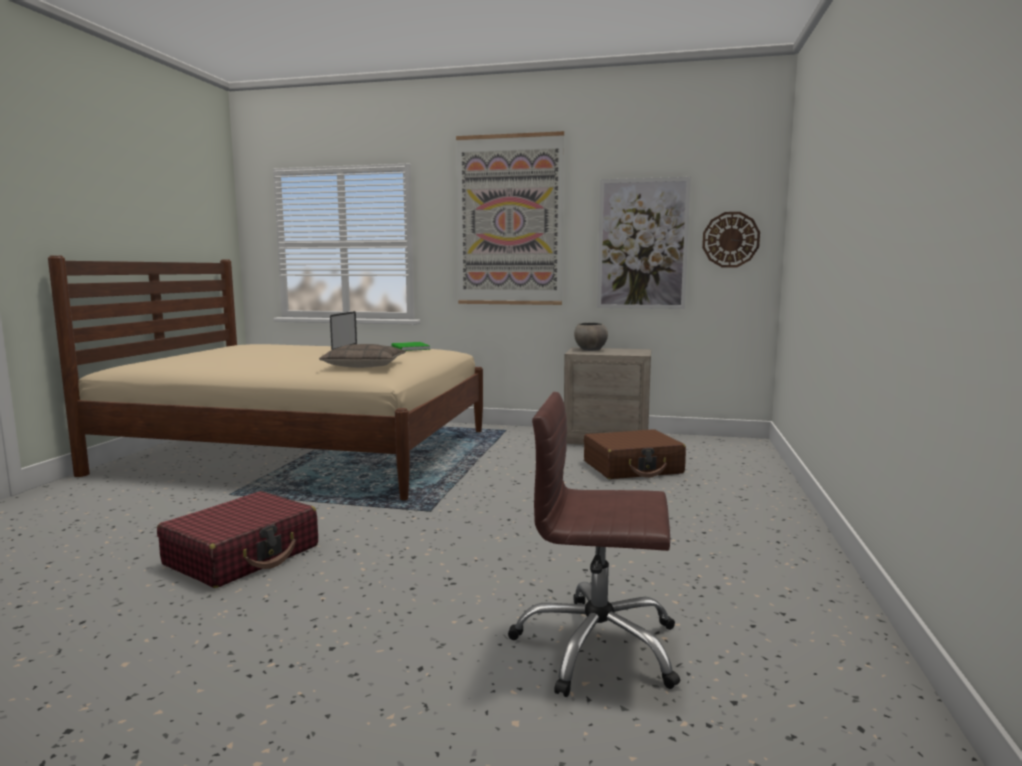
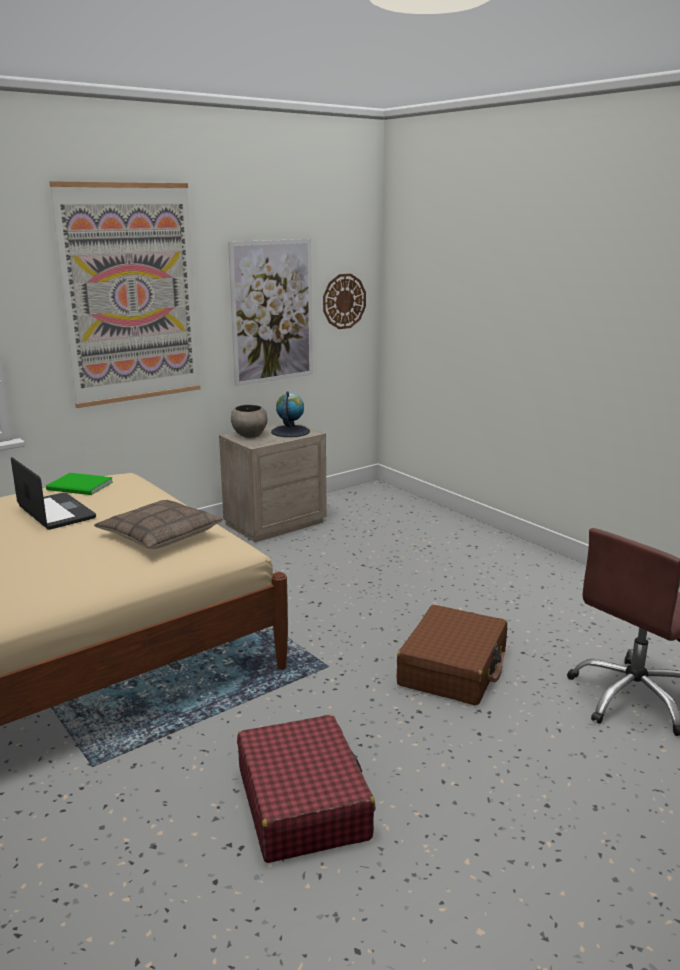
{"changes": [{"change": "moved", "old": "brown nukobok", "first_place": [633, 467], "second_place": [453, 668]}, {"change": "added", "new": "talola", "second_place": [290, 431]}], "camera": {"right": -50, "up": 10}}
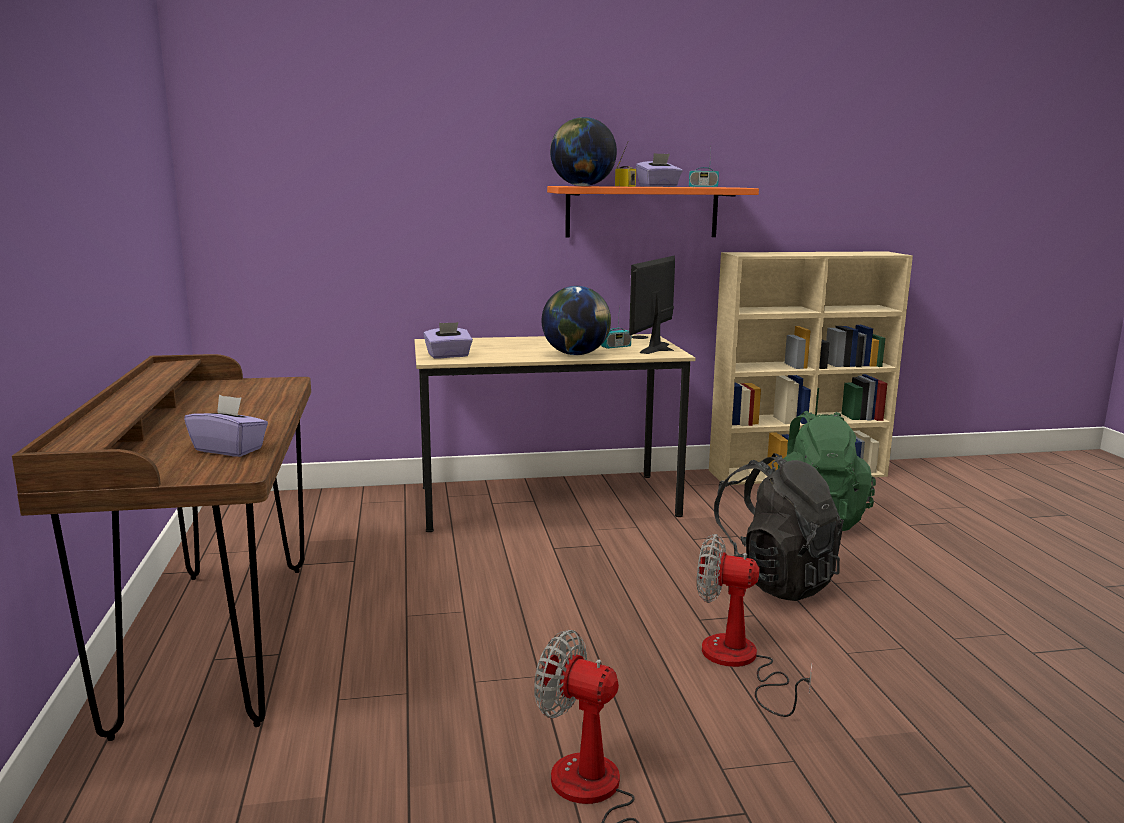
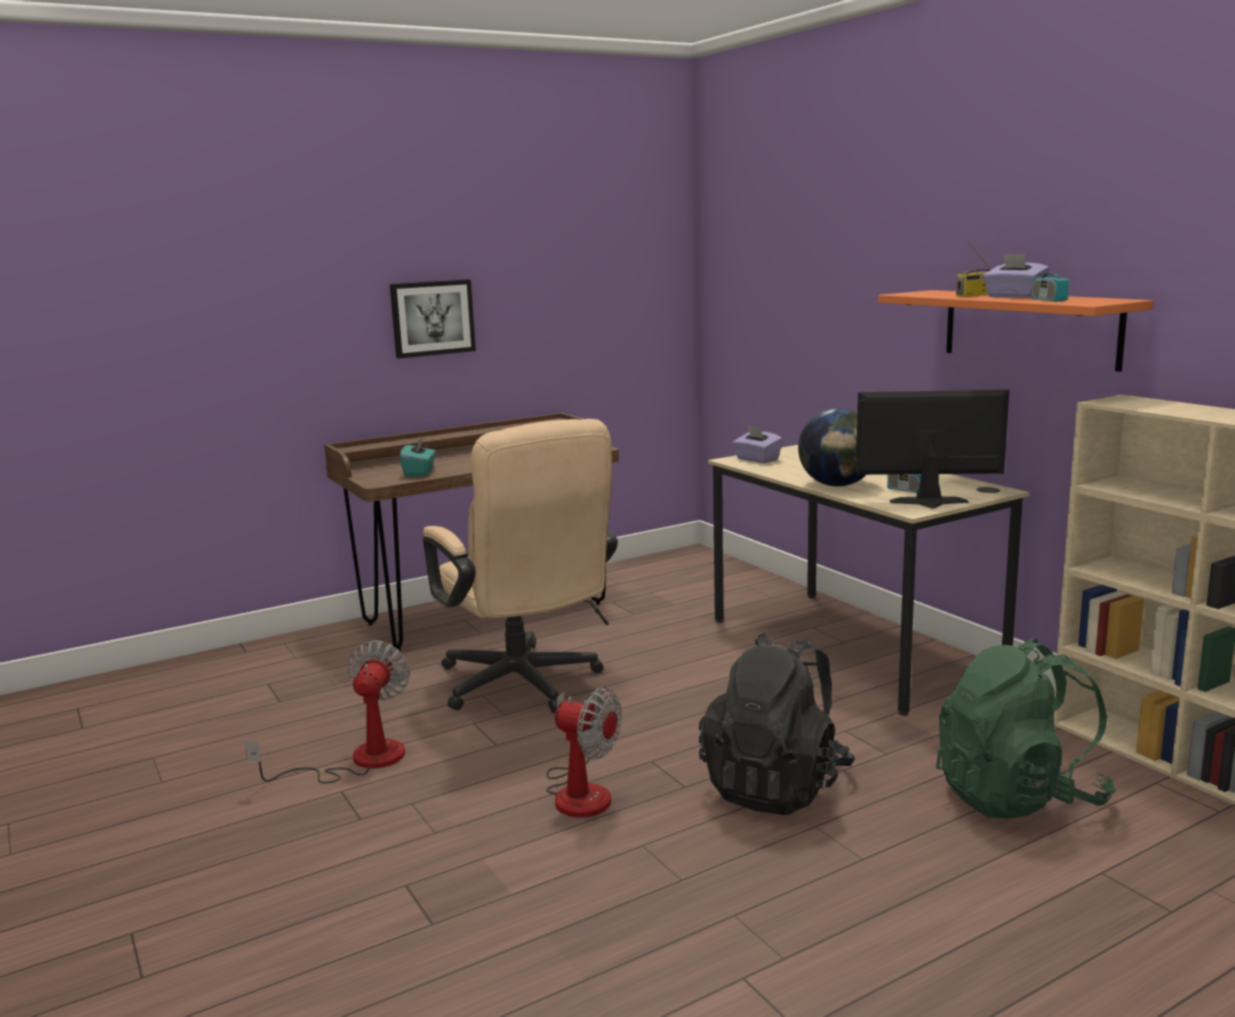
{"changes": [{"change": "removed", "old": "talola", "first_place": [582, 186]}, {"change": "recoloured", "old": "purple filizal", "new": "turquoise filizal", "first_place": [229, 449], "second_place": [419, 472]}, {"change": "turned", "old": "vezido", "first_place": [739, 663], "second_place": [580, 790], "degrees": 120}, {"change": "added", "new": "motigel", "second_place": [432, 318]}, {"change": "added", "new": "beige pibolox", "second_place": [525, 687]}], "camera": {"right": 70, "up": 0}}
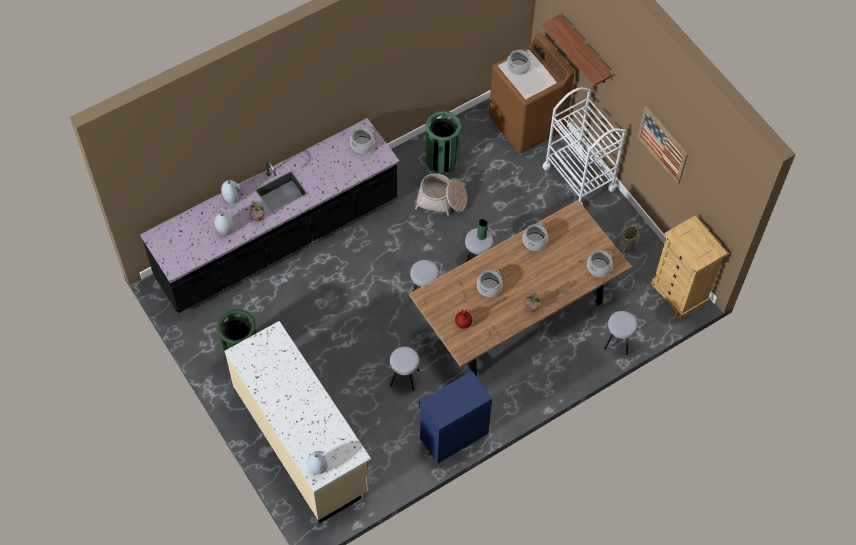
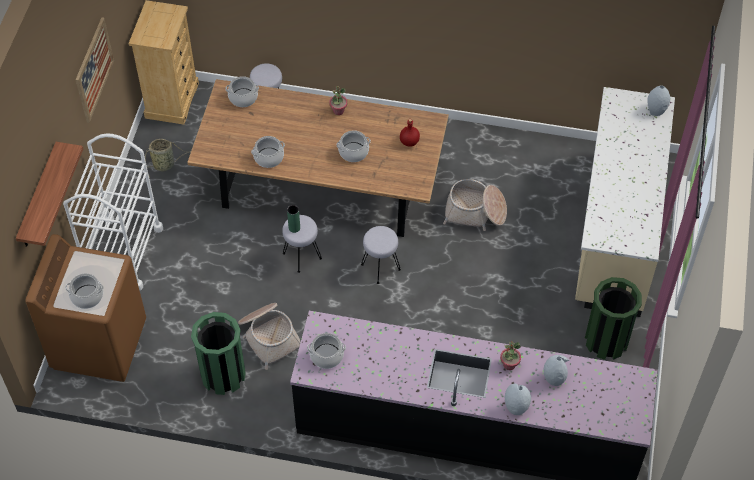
{"changes": [{"change": "replaced", "old": "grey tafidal", "new": "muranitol", "first_place": [404, 377], "second_place": [475, 212]}, {"change": "removed", "old": "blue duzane", "first_place": [453, 435]}], "camera": {"right": -135, "up": -5}}
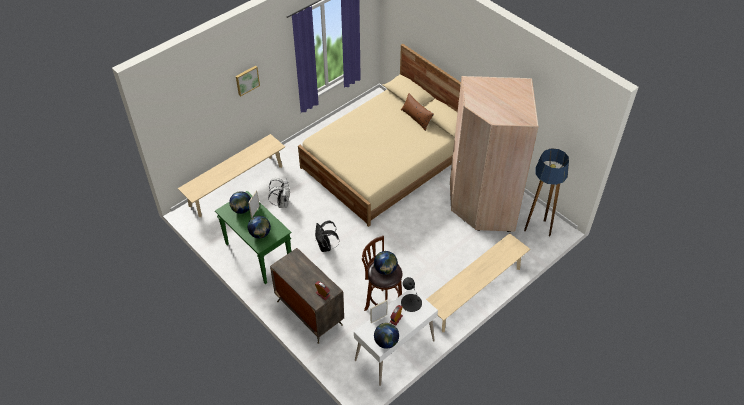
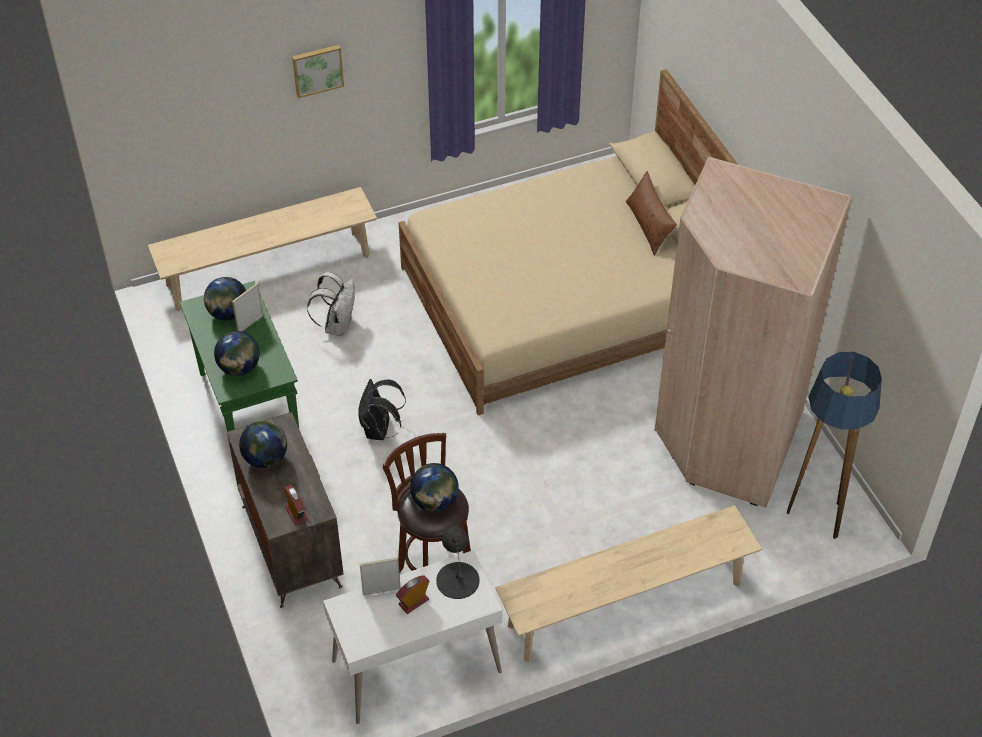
{"changes": [{"change": "moved", "old": "talola", "first_place": [386, 342], "second_place": [266, 458]}], "camera": {"right": 20, "up": 0}}
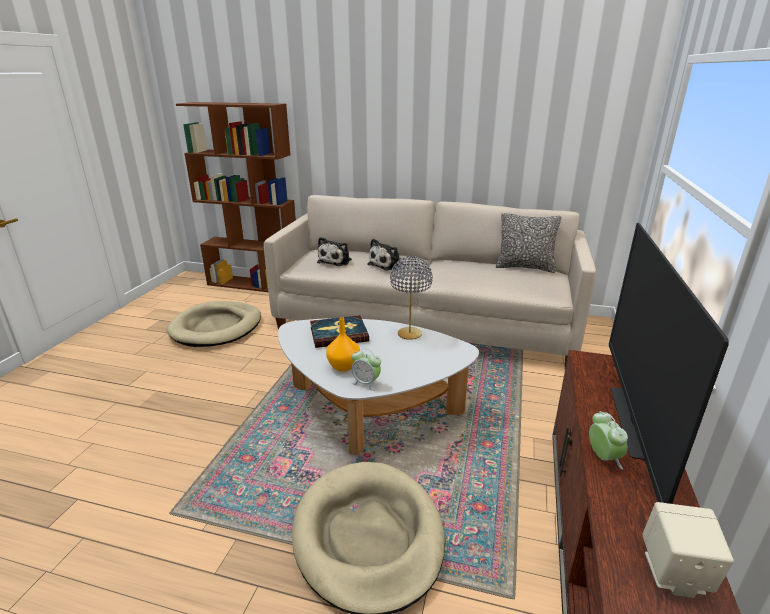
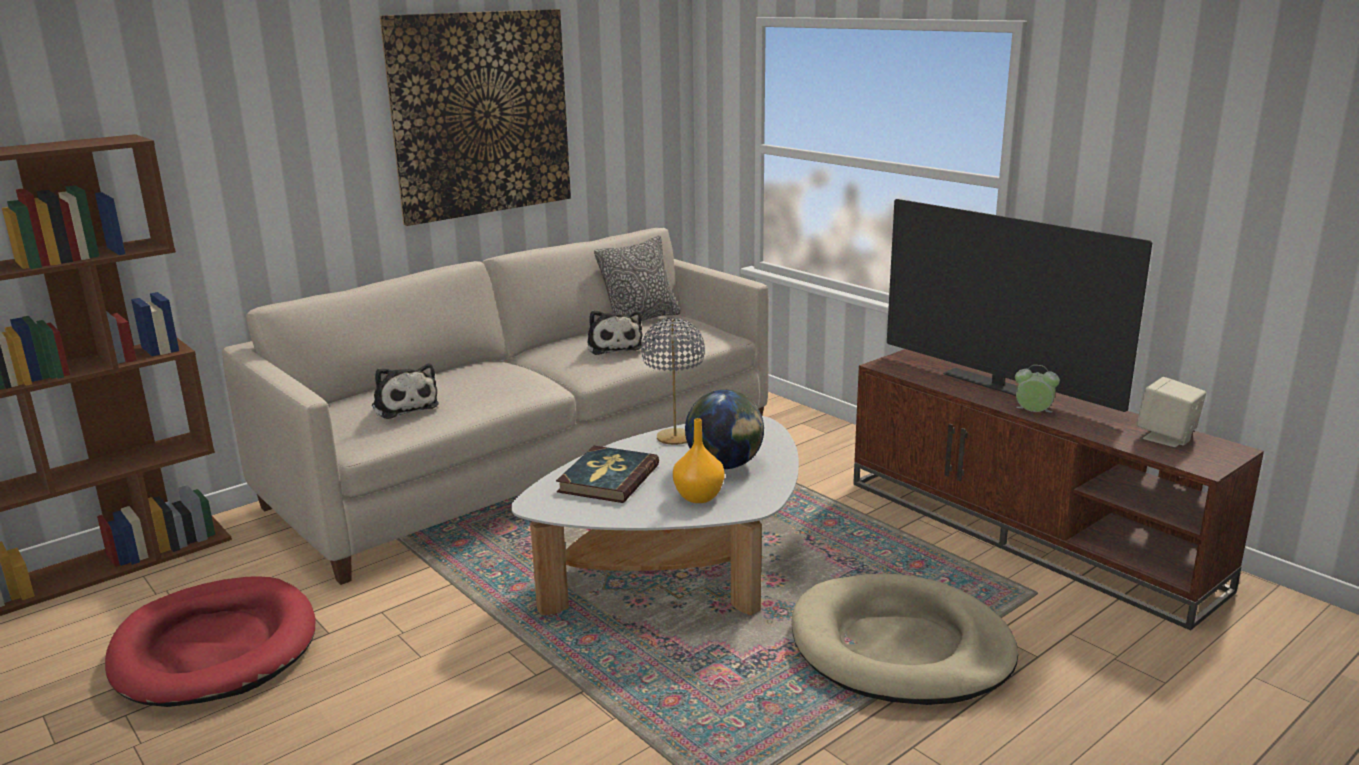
{"changes": [{"change": "moved", "old": "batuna", "first_place": [387, 265], "second_place": [614, 346]}, {"change": "recoloured", "old": "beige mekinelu", "new": "red mekinelu", "first_place": [216, 327], "second_place": [215, 648]}, {"change": "removed", "old": "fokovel", "first_place": [366, 383]}, {"change": "added", "new": "motigel", "second_place": [481, 114]}, {"change": "added", "new": "talola", "second_place": [724, 466]}], "camera": {"right": -55, "up": -5}}
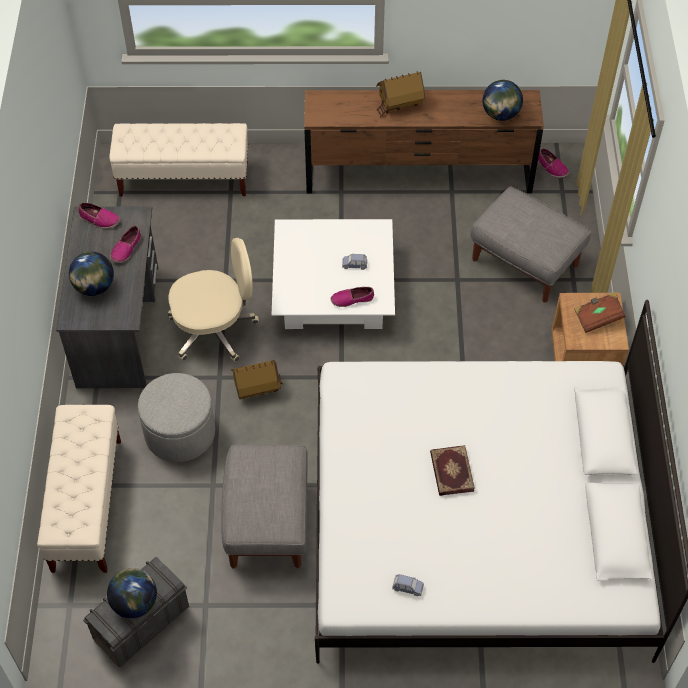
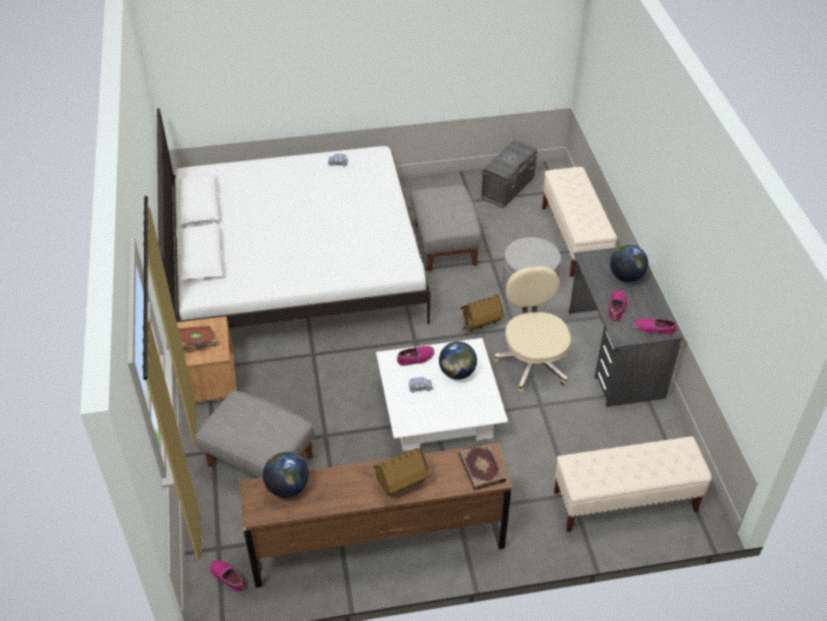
{"changes": [{"change": "turned", "old": "beige pibolox", "first_place": [215, 329], "second_place": [532, 362], "degrees": 105}, {"change": "moved", "old": "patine", "first_place": [451, 472], "second_place": [482, 467]}, {"change": "moved", "old": "talola", "first_place": [135, 602], "second_place": [457, 373]}], "camera": {"right": 170, "up": -10}}
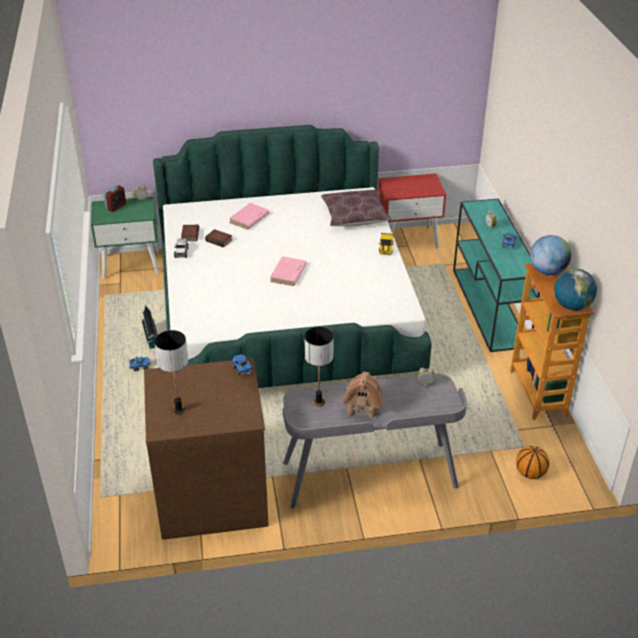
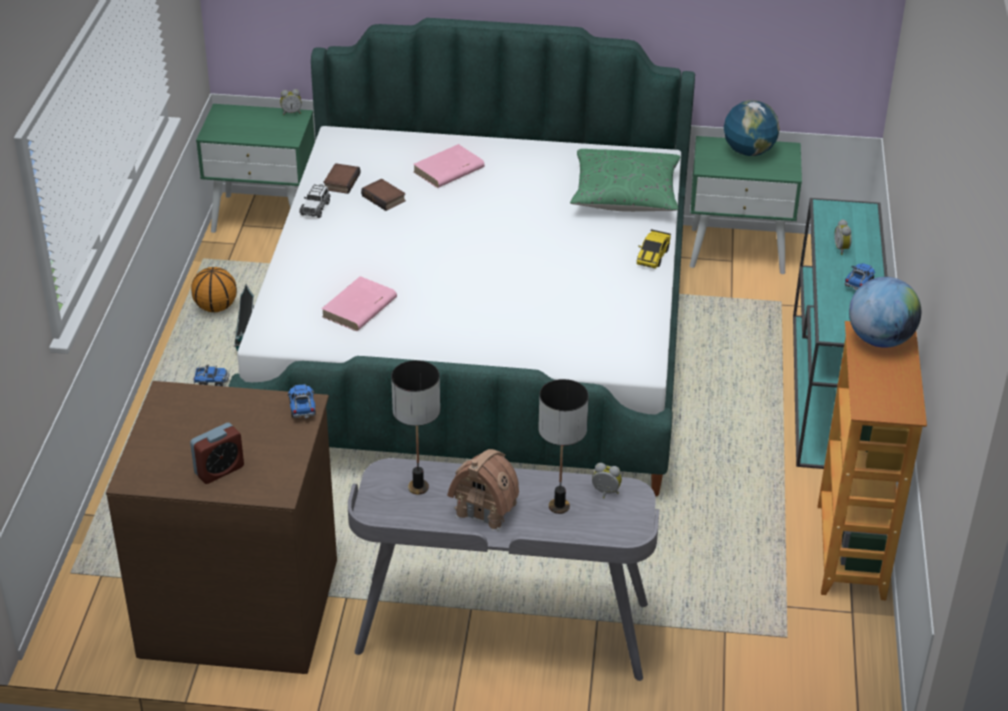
{"changes": [{"change": "recoloured", "old": "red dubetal", "new": "green dubetal", "first_place": [408, 239], "second_place": [738, 250]}, {"change": "moved", "old": "fokovel", "first_place": [116, 206], "second_place": [219, 470]}, {"change": "recoloured", "old": "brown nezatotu", "new": "green nezatotu", "first_place": [355, 216], "second_place": [625, 195]}, {"change": "moved", "old": "pink patine", "first_place": [288, 273], "second_place": [359, 308]}, {"change": "moved", "old": "talola", "first_place": [571, 306], "second_place": [748, 151]}, {"change": "moved", "old": "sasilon", "first_place": [178, 410], "second_place": [559, 507]}, {"change": "moved", "old": "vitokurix", "first_place": [530, 473], "second_place": [216, 307]}], "camera": {"right": 15, "up": 0}}
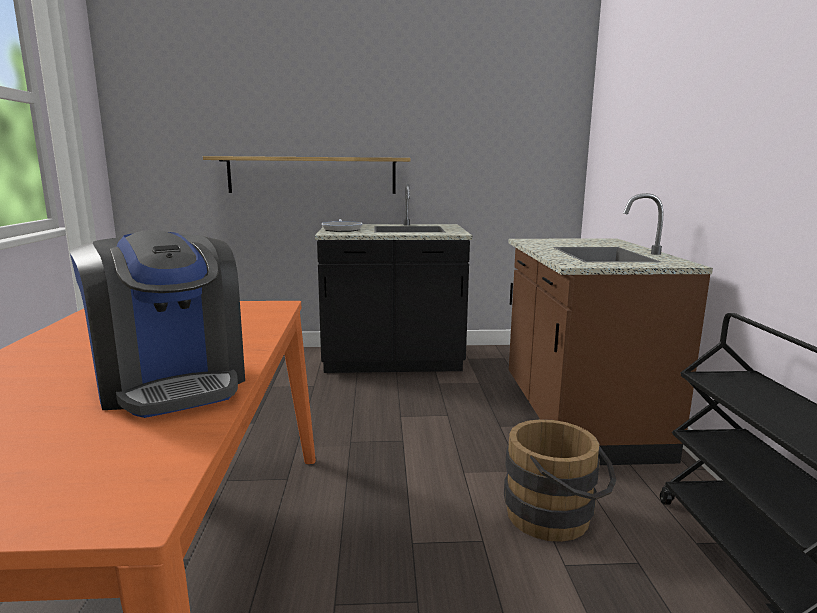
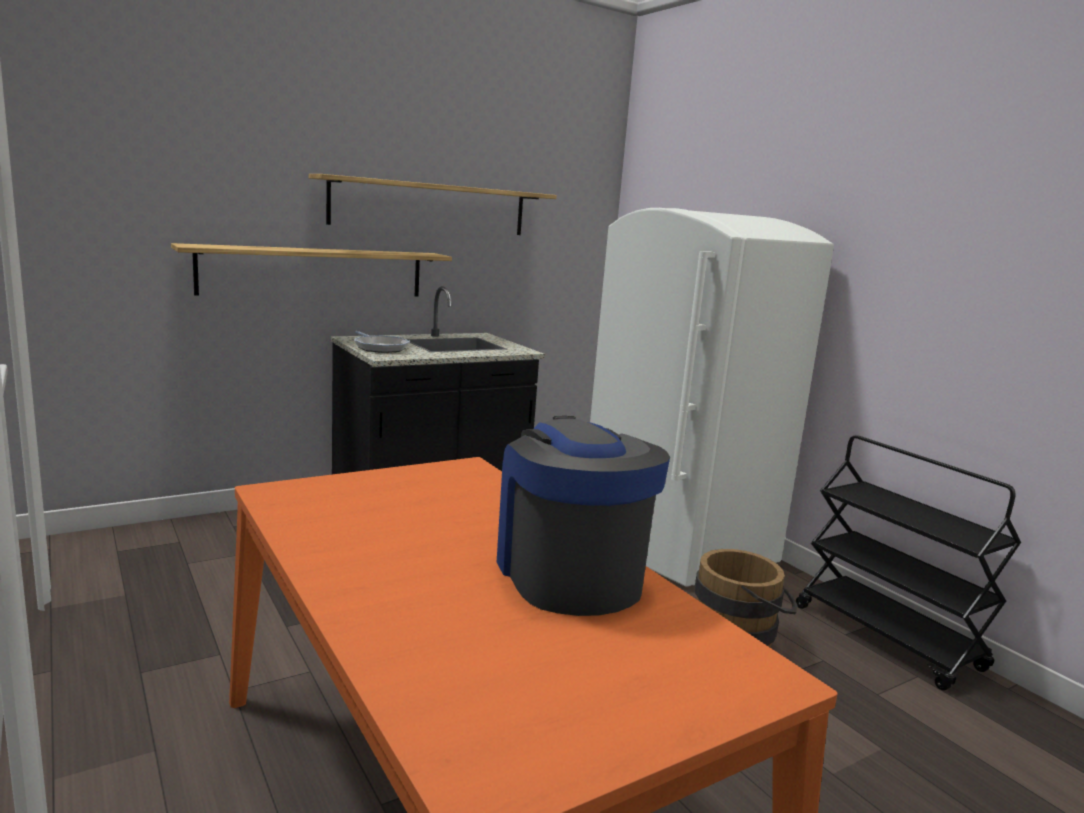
{"changes": [{"change": "replaced", "old": "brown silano", "new": "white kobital", "first_place": [578, 419], "second_place": [674, 544]}, {"change": "turned", "old": "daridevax", "first_place": [171, 382], "second_place": [568, 573], "degrees": -135}, {"change": "added", "new": "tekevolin", "second_place": [430, 207]}], "camera": {"right": -30, "up": 0}}
